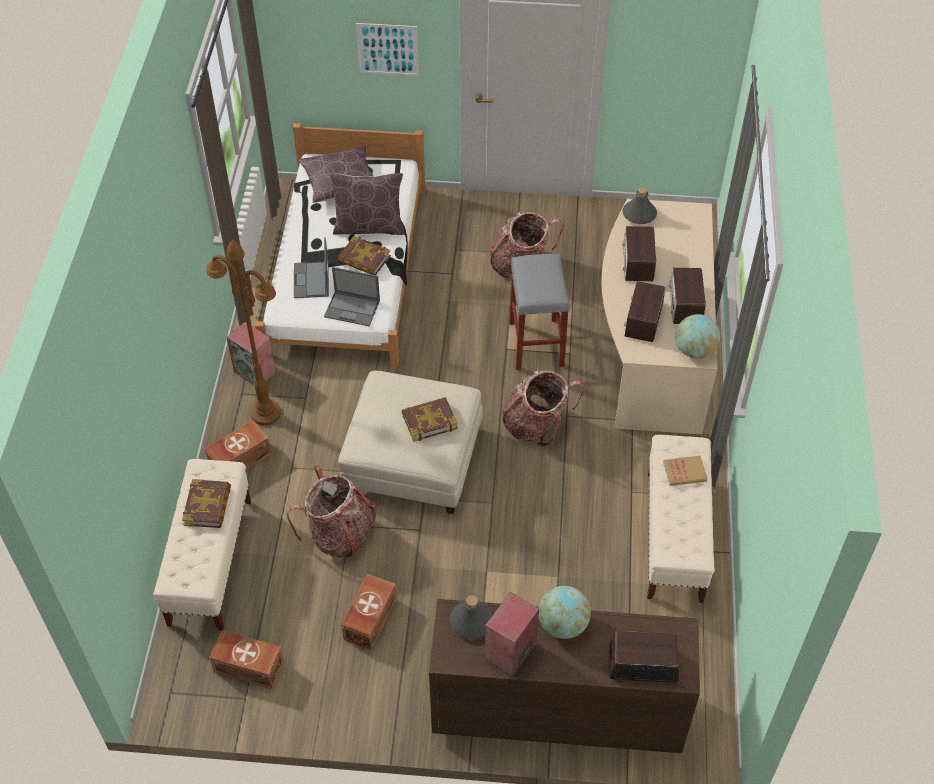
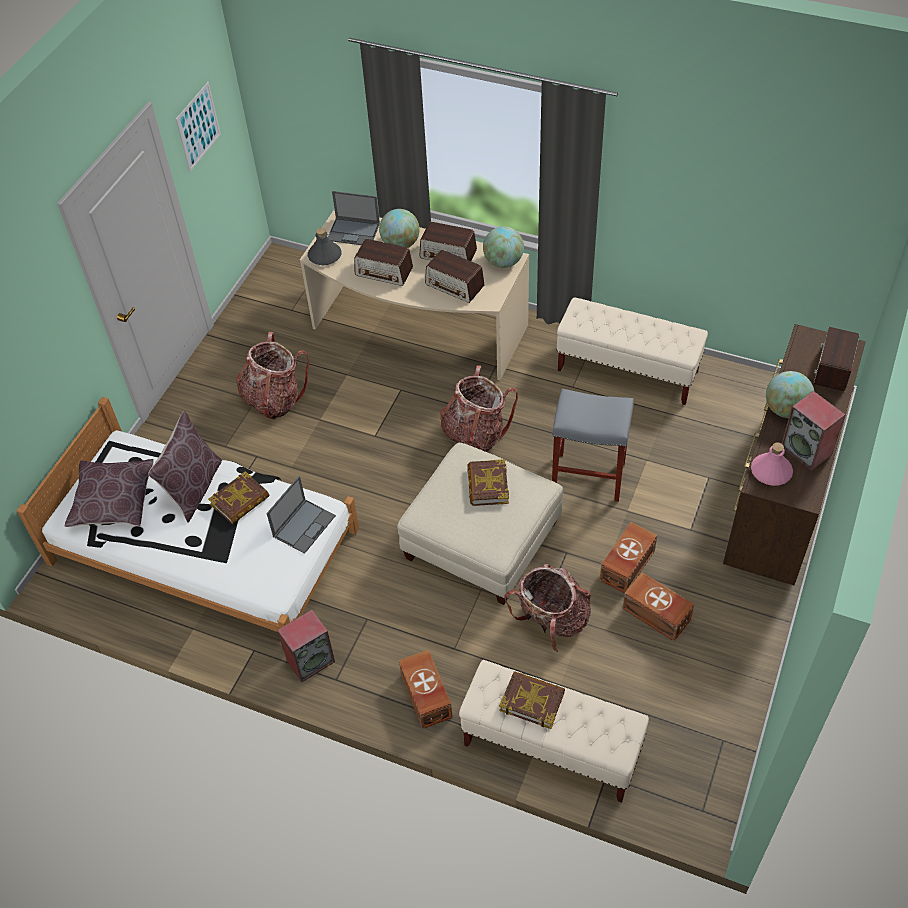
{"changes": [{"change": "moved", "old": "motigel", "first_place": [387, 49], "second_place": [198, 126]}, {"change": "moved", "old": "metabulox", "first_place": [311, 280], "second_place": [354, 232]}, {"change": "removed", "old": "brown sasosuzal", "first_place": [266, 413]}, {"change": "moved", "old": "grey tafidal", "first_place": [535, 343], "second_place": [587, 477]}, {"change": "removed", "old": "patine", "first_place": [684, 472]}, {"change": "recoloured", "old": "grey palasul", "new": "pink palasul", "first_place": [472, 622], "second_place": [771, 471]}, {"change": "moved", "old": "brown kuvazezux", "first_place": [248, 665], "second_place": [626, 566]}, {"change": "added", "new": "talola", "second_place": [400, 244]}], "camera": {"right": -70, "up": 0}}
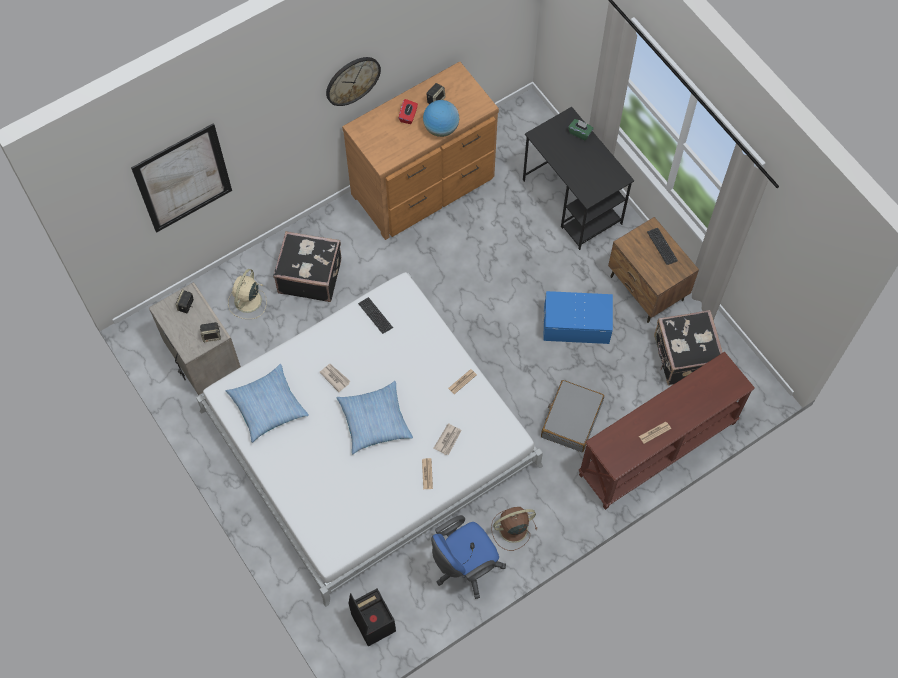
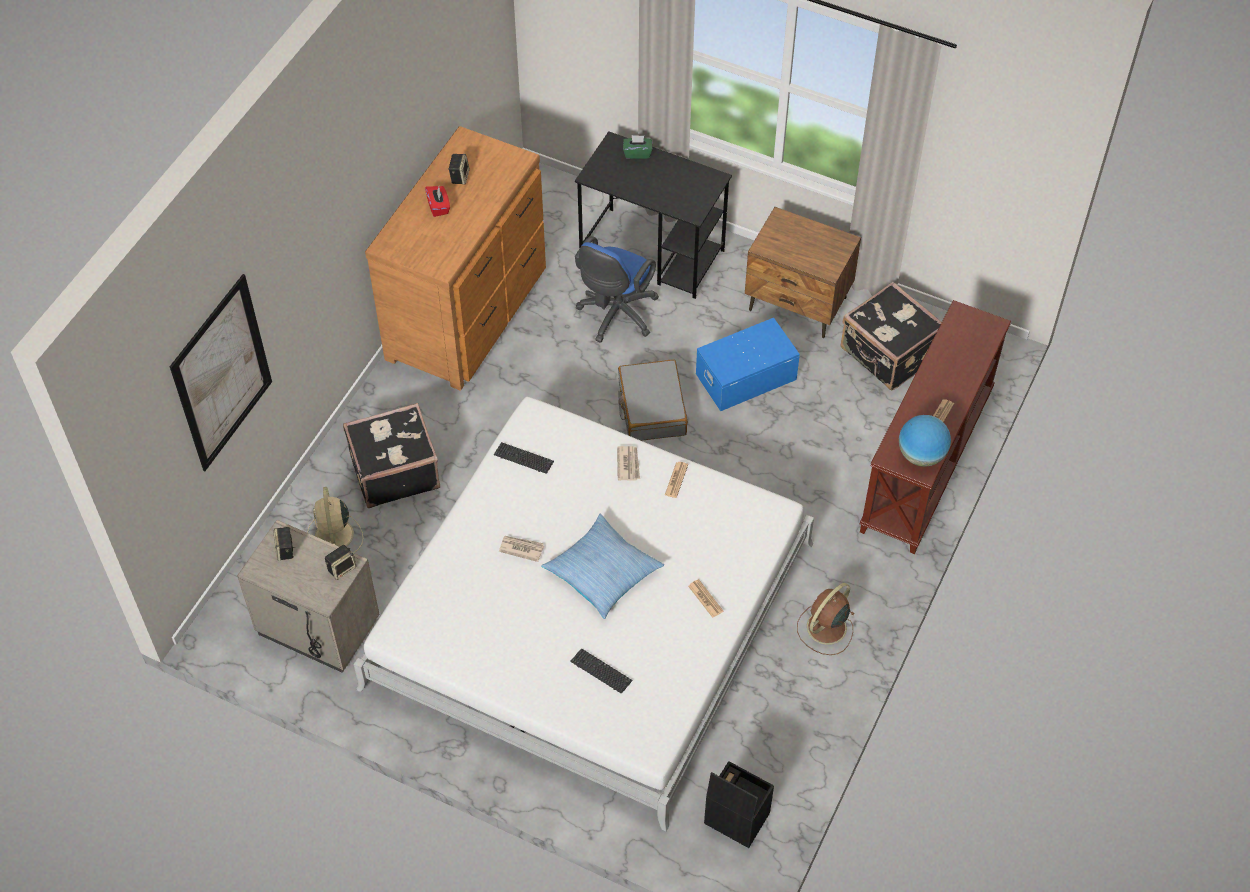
{"changes": [{"change": "removed", "old": "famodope", "first_place": [352, 80]}, {"change": "moved", "old": "talola", "first_place": [441, 128], "second_place": [921, 455]}, {"change": "moved", "old": "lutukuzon", "first_place": [662, 246], "second_place": [601, 671]}, {"change": "removed", "old": "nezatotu", "first_place": [267, 406]}, {"change": "moved", "old": "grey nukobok", "first_place": [571, 419], "second_place": [651, 409]}, {"change": "moved", "old": "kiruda", "first_place": [448, 439], "second_place": [628, 464]}, {"change": "moved", "old": "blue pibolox", "first_place": [464, 567], "second_place": [615, 316]}], "camera": {"right": -30, "up": -10}}
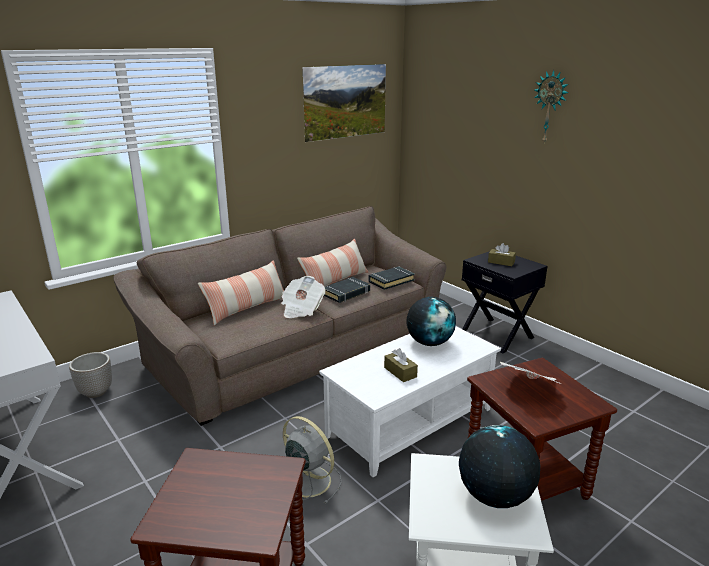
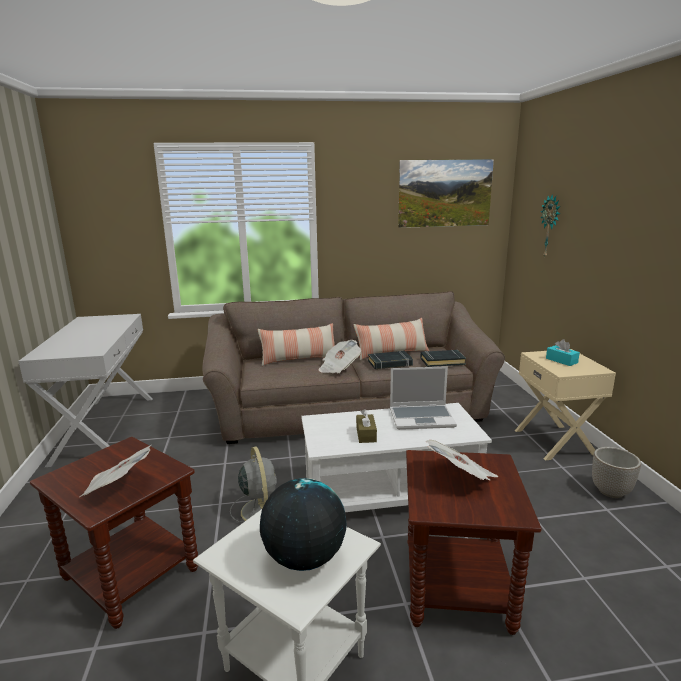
{"changes": [{"change": "moved", "old": "famodope", "first_place": [550, 107], "second_place": [550, 226]}, {"change": "recoloured", "old": "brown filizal", "new": "turquoise filizal", "first_place": [501, 262], "second_place": [561, 360]}, {"change": "recoloured", "old": "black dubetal", "new": "beige dubetal", "first_place": [497, 335], "second_place": [555, 442]}, {"change": "replaced", "old": "talola", "new": "metabulox", "first_place": [429, 342], "second_place": [422, 418]}, {"change": "moved", "old": "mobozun", "first_place": [96, 392], "second_place": [611, 491]}, {"change": "added", "new": "kiruda", "second_place": [119, 487]}], "camera": {"right": 30, "up": -5}}
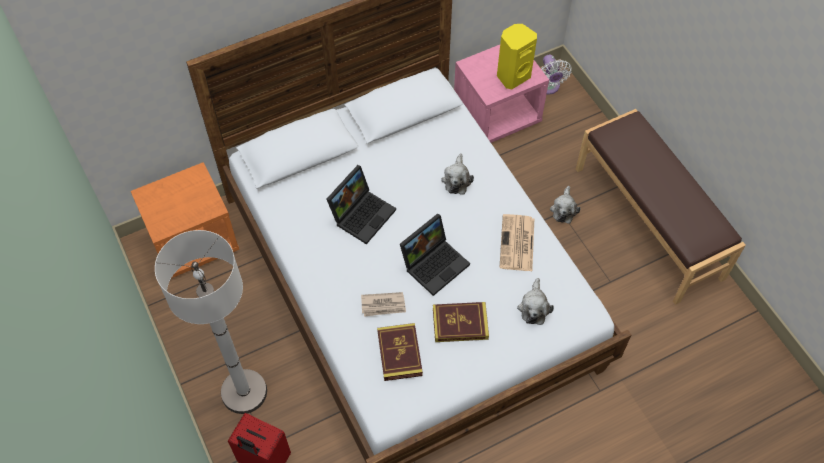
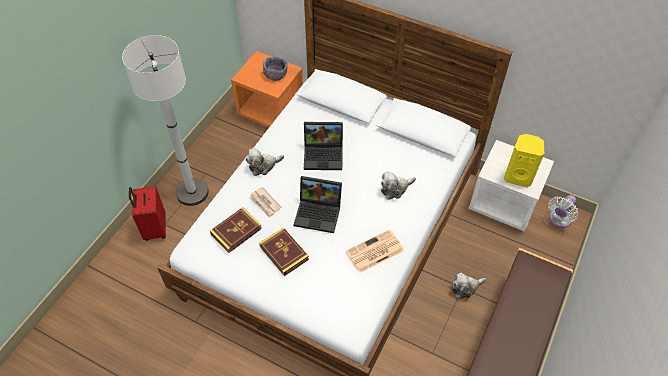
{"changes": [{"change": "recoloured", "old": "pink dubetal", "new": "white dubetal", "first_place": [497, 115], "second_place": [504, 203]}, {"change": "moved", "old": "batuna", "first_place": [534, 307], "second_place": [263, 166]}, {"change": "added", "new": "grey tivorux", "second_place": [275, 74]}], "camera": {"right": 55, "up": -5}}
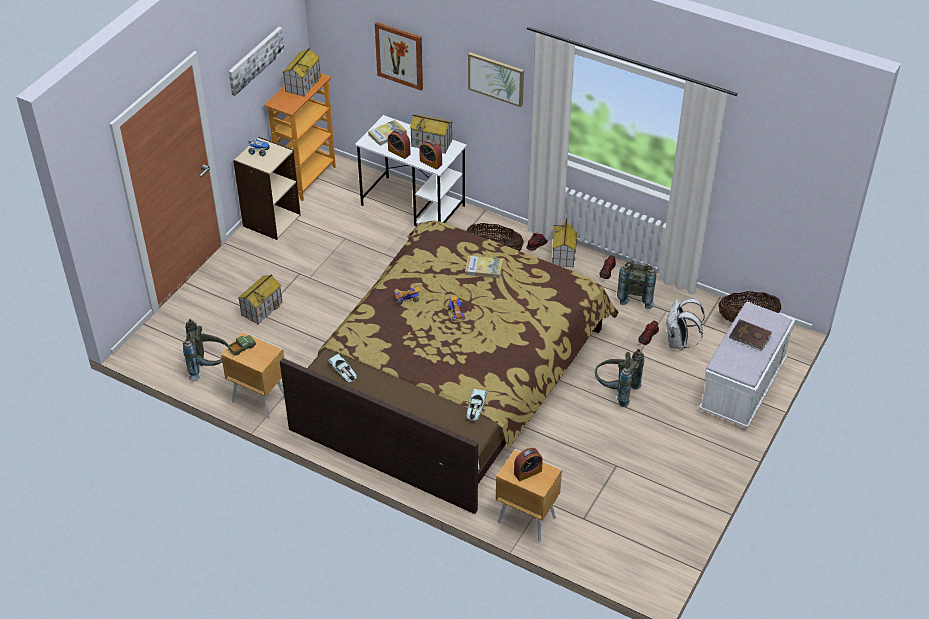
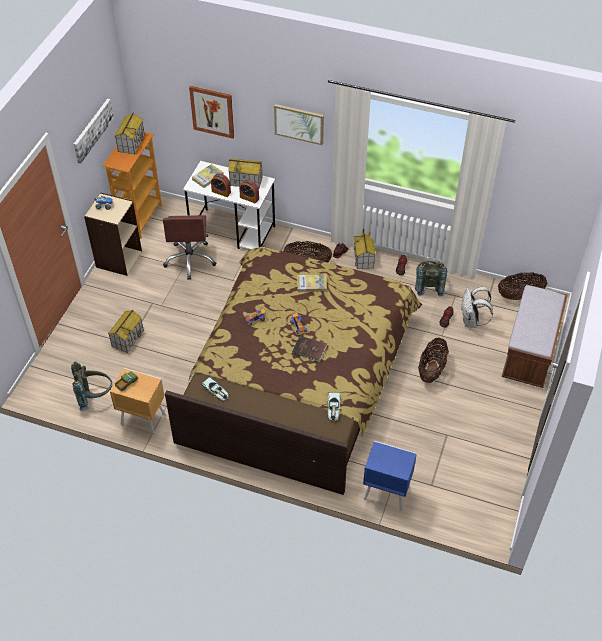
{"changes": [{"change": "recoloured", "old": "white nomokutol", "new": "brown nomokutol", "first_place": [742, 387], "second_place": [529, 353]}, {"change": "moved", "old": "brown patine", "first_place": [750, 337], "second_place": [309, 350]}, {"change": "replaced", "old": "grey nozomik", "new": "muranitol", "first_place": [616, 391], "second_place": [431, 370]}, {"change": "removed", "old": "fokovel", "first_place": [527, 472]}, {"change": "recoloured", "old": "brown dubetal", "new": "blue dubetal", "first_place": [526, 519], "second_place": [385, 493]}, {"change": "added", "new": "brown pibolox", "second_place": [190, 260]}], "camera": {"right": -10, "up": 5}}
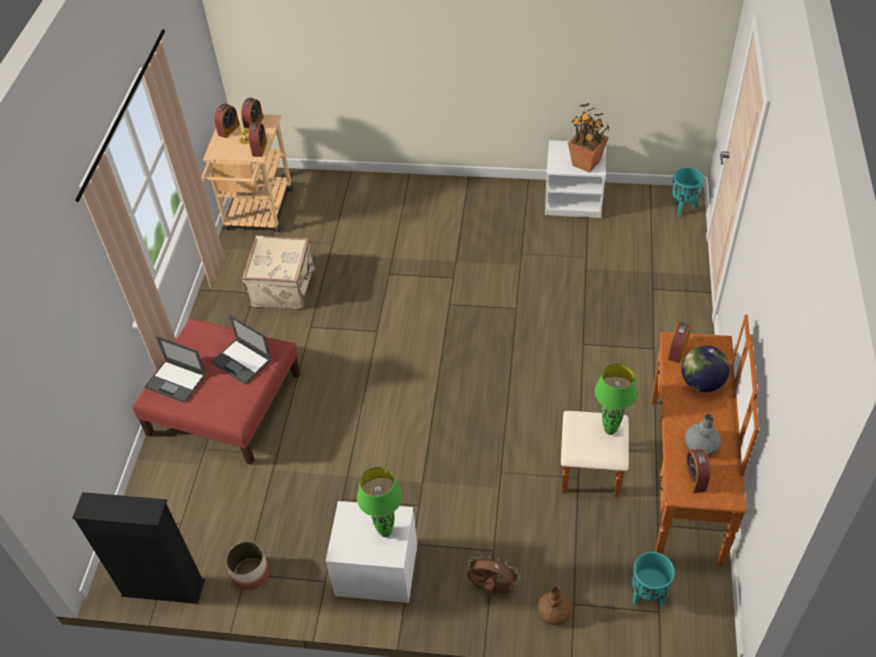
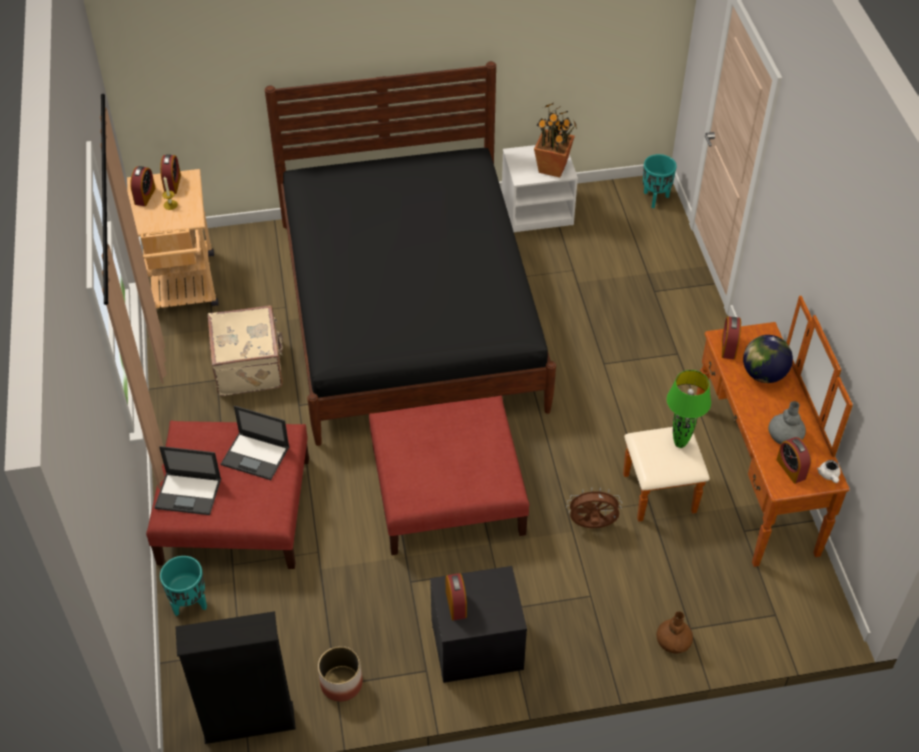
{"changes": [{"change": "moved", "old": "fokovel", "first_place": [259, 148], "second_place": [456, 604]}, {"change": "removed", "old": "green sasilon", "first_place": [385, 532]}, {"change": "recoloured", "old": "white dubetal", "new": "black dubetal", "first_place": [376, 570], "second_place": [476, 646]}, {"change": "moved", "old": "turquoise mobozun", "first_place": [648, 595], "second_place": [190, 604]}, {"change": "moved", "old": "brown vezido", "first_place": [491, 588], "second_place": [592, 525]}, {"change": "added", "new": "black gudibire", "second_place": [410, 313]}, {"change": "added", "new": "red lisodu", "second_place": [448, 490]}, {"change": "added", "new": "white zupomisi", "second_place": [829, 476]}], "camera": {"right": -20, "up": 0}}
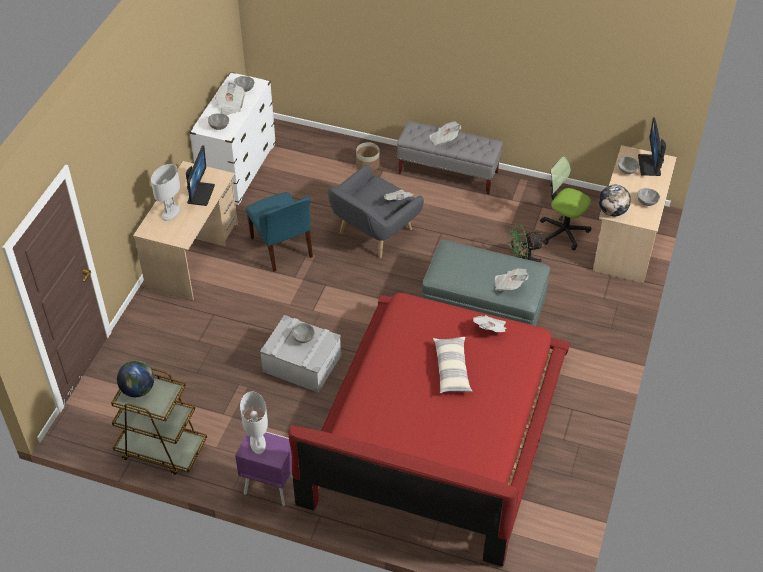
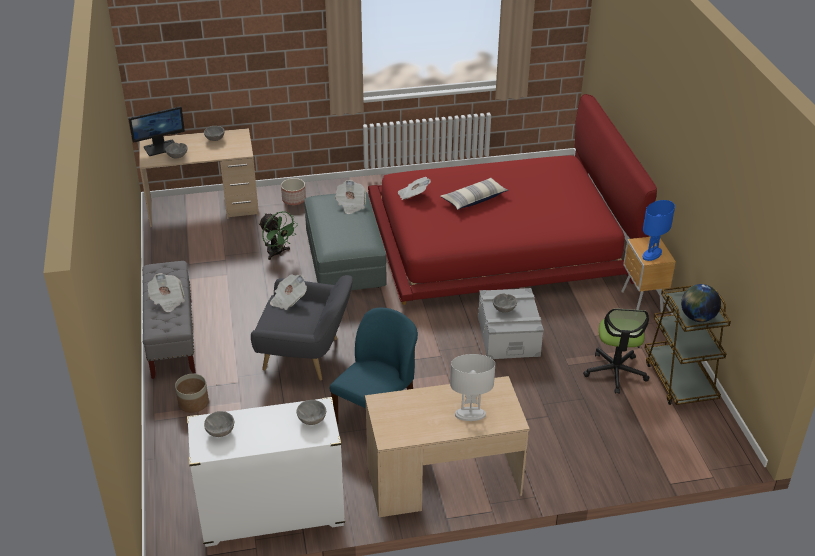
{"changes": [{"change": "removed", "old": "kiruda", "first_place": [230, 106]}, {"change": "removed", "old": "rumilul", "first_place": [200, 193]}, {"change": "moved", "old": "pibolox", "first_place": [563, 231], "second_place": [615, 372]}, {"change": "removed", "old": "talola", "first_place": [612, 211]}, {"change": "recoloured", "old": "white sasilon", "new": "blue sasilon", "first_place": [258, 443], "second_place": [652, 254]}, {"change": "recoloured", "old": "purple dubetal", "new": "brown dubetal", "first_place": [269, 487], "second_place": [641, 303]}, {"change": "added", "new": "mobozun", "second_place": [293, 200]}], "camera": {"right": -120, "up": -10}}
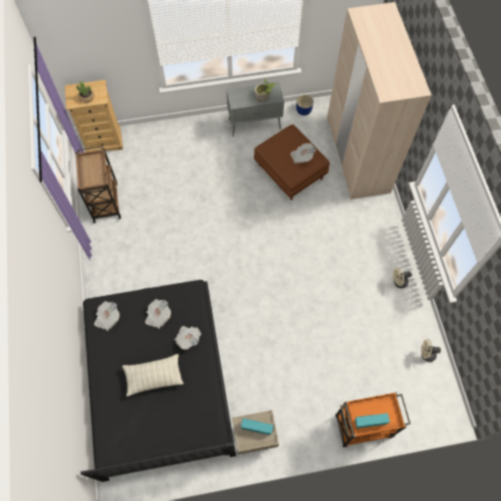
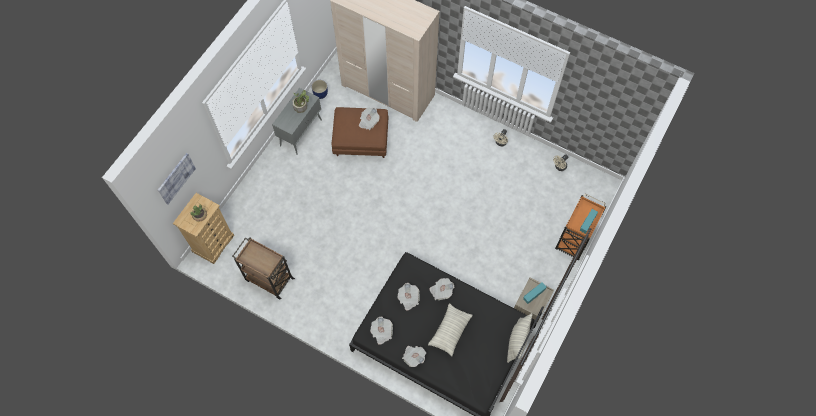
{"changes": [{"change": "added", "new": "motigel", "second_place": [176, 178]}, {"change": "added", "new": "nezatotu", "second_place": [517, 341]}, {"change": "added", "new": "kiruda", "second_place": [413, 356]}], "camera": {"right": -50, "up": 0}}
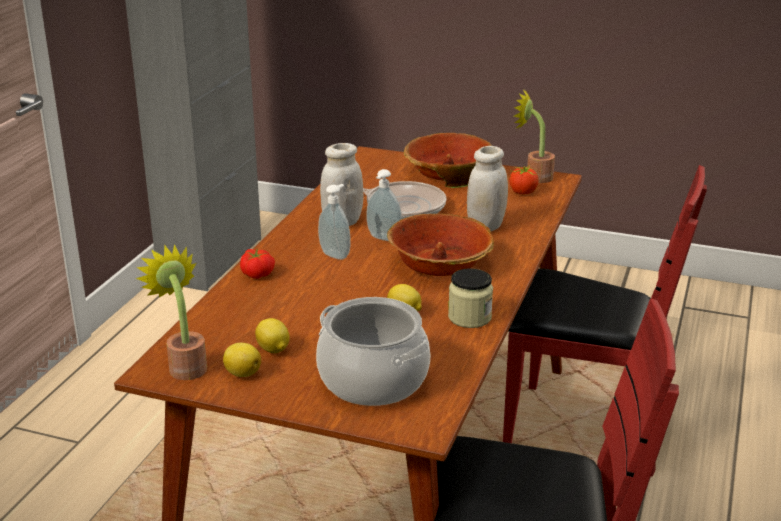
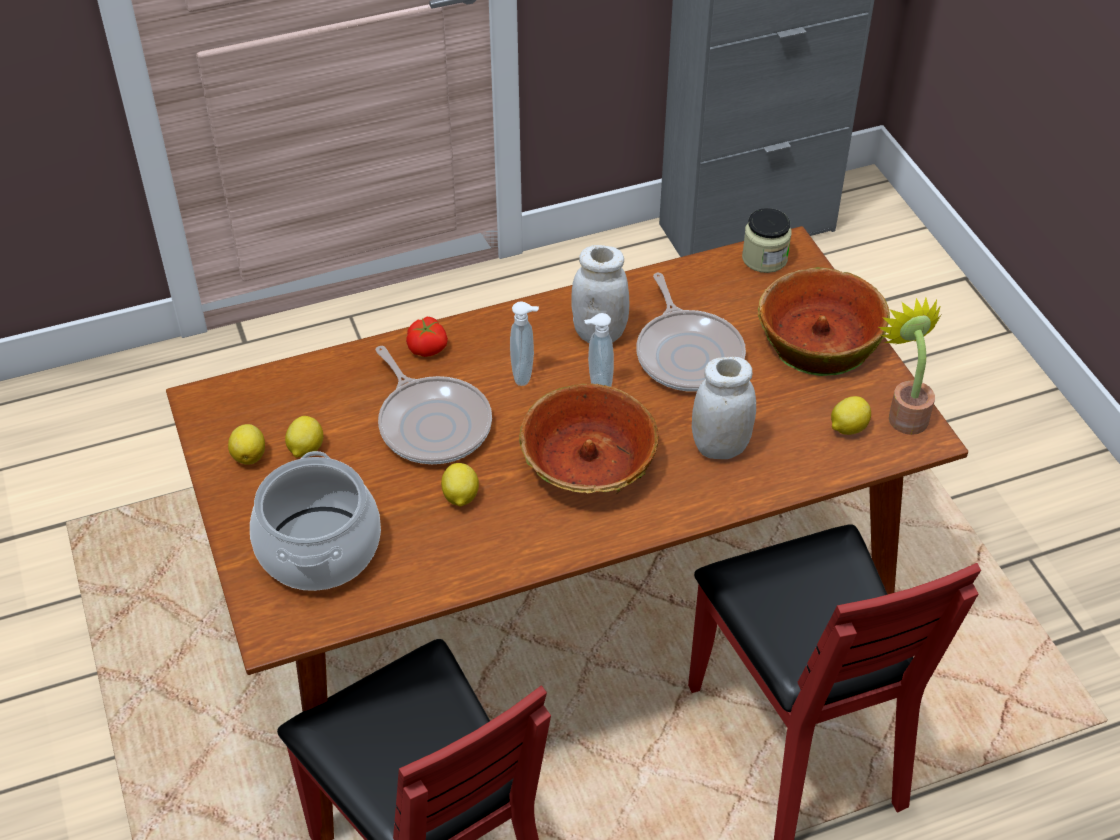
{"changes": [{"change": "replaced", "old": "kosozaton", "new": "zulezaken", "first_place": [523, 192], "second_place": [847, 428]}, {"change": "removed", "old": "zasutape", "first_place": [185, 366]}, {"change": "moved", "old": "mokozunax", "first_place": [469, 317], "second_place": [764, 258]}, {"change": "added", "new": "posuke", "second_place": [432, 423]}], "camera": {"right": 50, "up": 20}}
